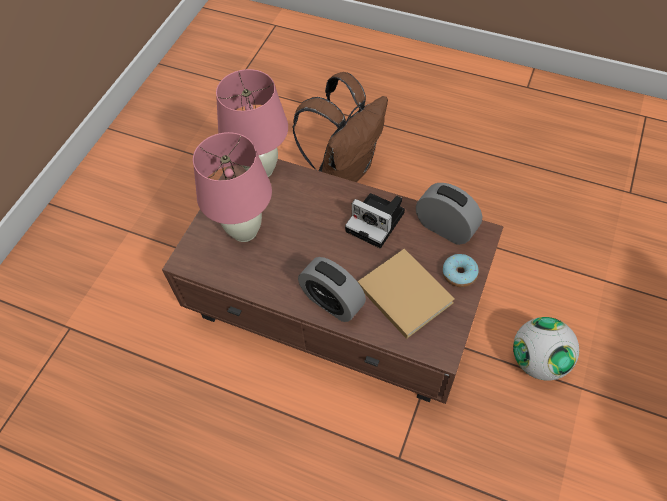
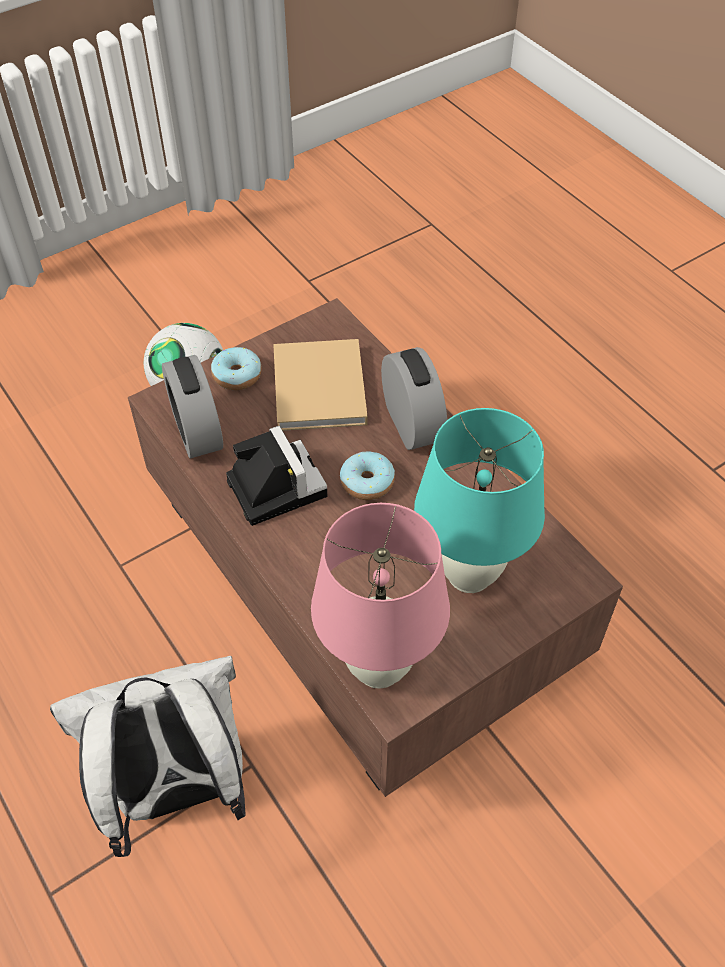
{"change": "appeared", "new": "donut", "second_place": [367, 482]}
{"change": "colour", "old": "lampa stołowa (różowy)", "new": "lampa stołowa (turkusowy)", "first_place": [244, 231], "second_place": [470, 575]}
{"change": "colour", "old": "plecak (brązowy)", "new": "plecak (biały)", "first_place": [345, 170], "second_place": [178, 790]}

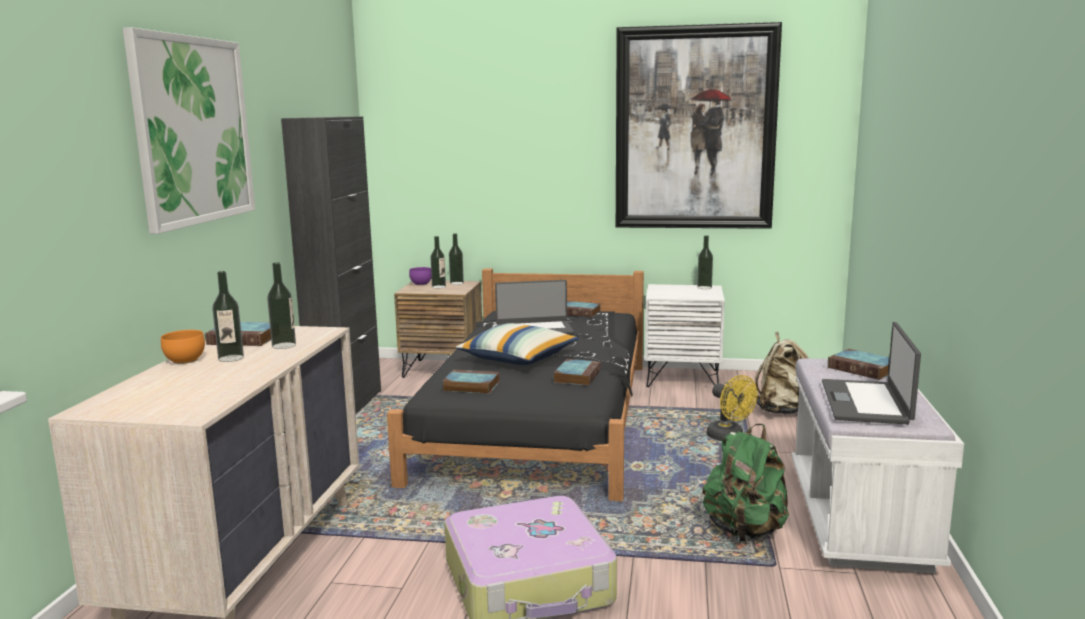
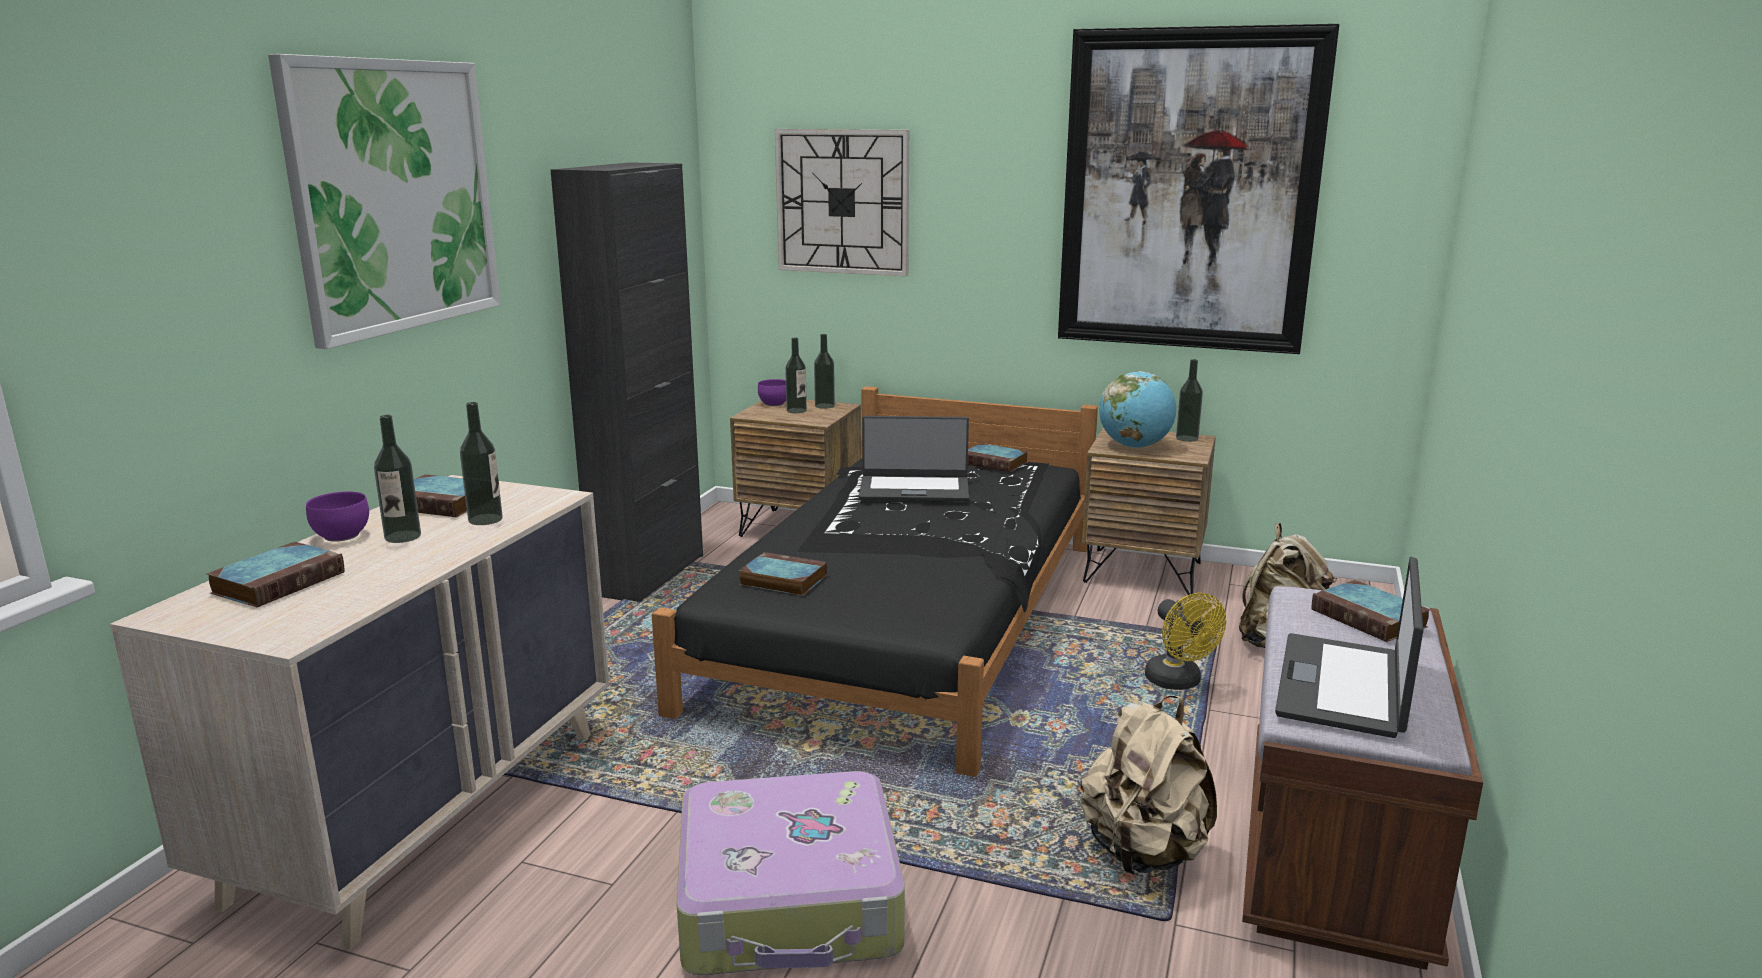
{"change": "missing", "old": "poduszka", "first_place": [518, 358]}
{"change": "appeared", "new": "zegar ścienny", "second_place": [842, 202]}
{"change": "appeared", "new": "globus", "second_place": [1135, 446]}
{"change": "relocated", "old": "książka", "first_place": [577, 376], "second_place": [280, 581]}
{"change": "colour", "old": "miska (pomarańczowy)", "new": "miska (fioletowy)", "first_place": [186, 361], "second_place": [343, 536]}
{"change": "colour", "old": "szafka nocna (biały)", "new": "szafka nocna (brązowy)", "first_place": [682, 378], "second_place": [1143, 572]}
{"change": "colour", "old": "plecak (zielony)", "new": "plecak (beżowy)", "first_place": [745, 531], "second_place": [1143, 853]}
{"change": "colour", "old": "ławka (biały)", "new": "ławka (brązowy)", "first_place": [859, 518], "second_place": [1334, 851]}

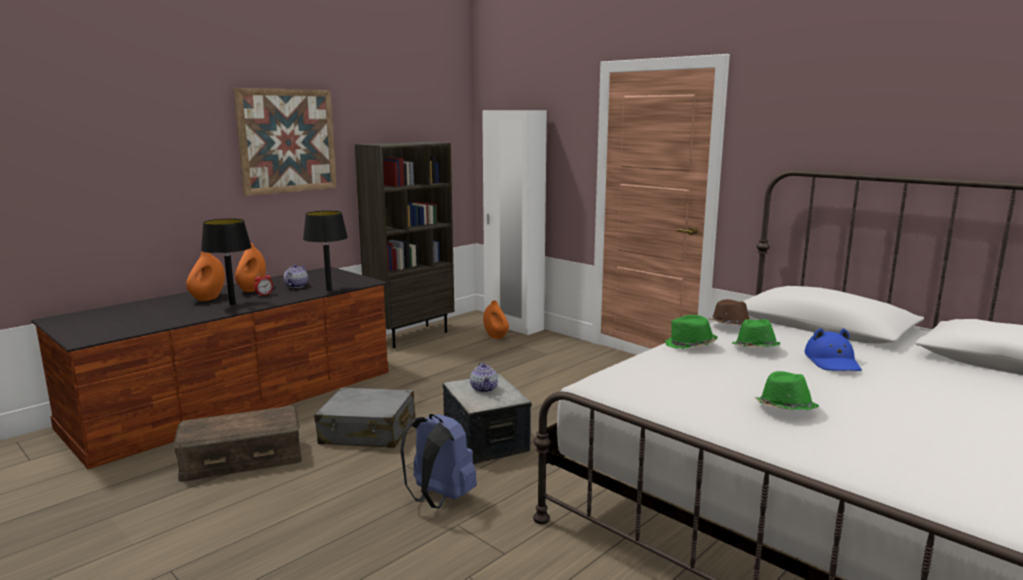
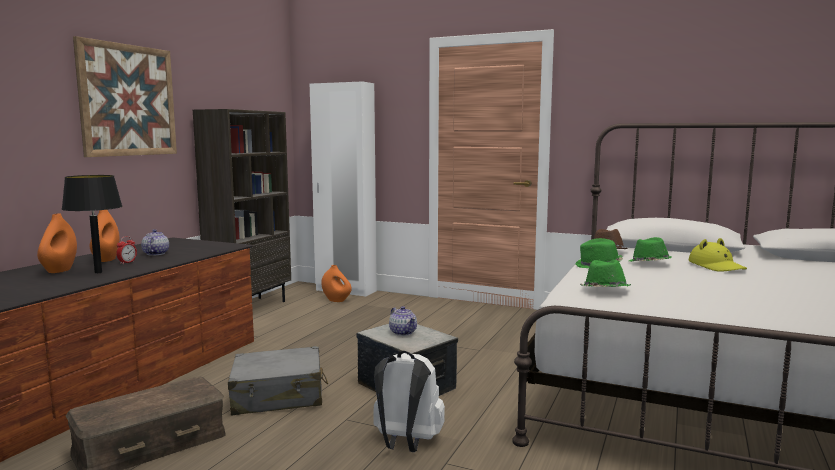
{"change": "missing", "old": "lampa stołowa (czarny)", "first_place": [329, 290]}
{"change": "relocated", "old": "kapelusz (zielony)", "first_place": [785, 409], "second_place": [604, 291]}
{"change": "colour", "old": "plecak (niebieski)", "new": "plecak (biały)", "first_place": [438, 498], "second_place": [406, 443]}
{"change": "colour", "old": "kapelusz (niebieski)", "new": "kapelusz (żółty)", "first_place": [832, 362], "second_place": [716, 266]}

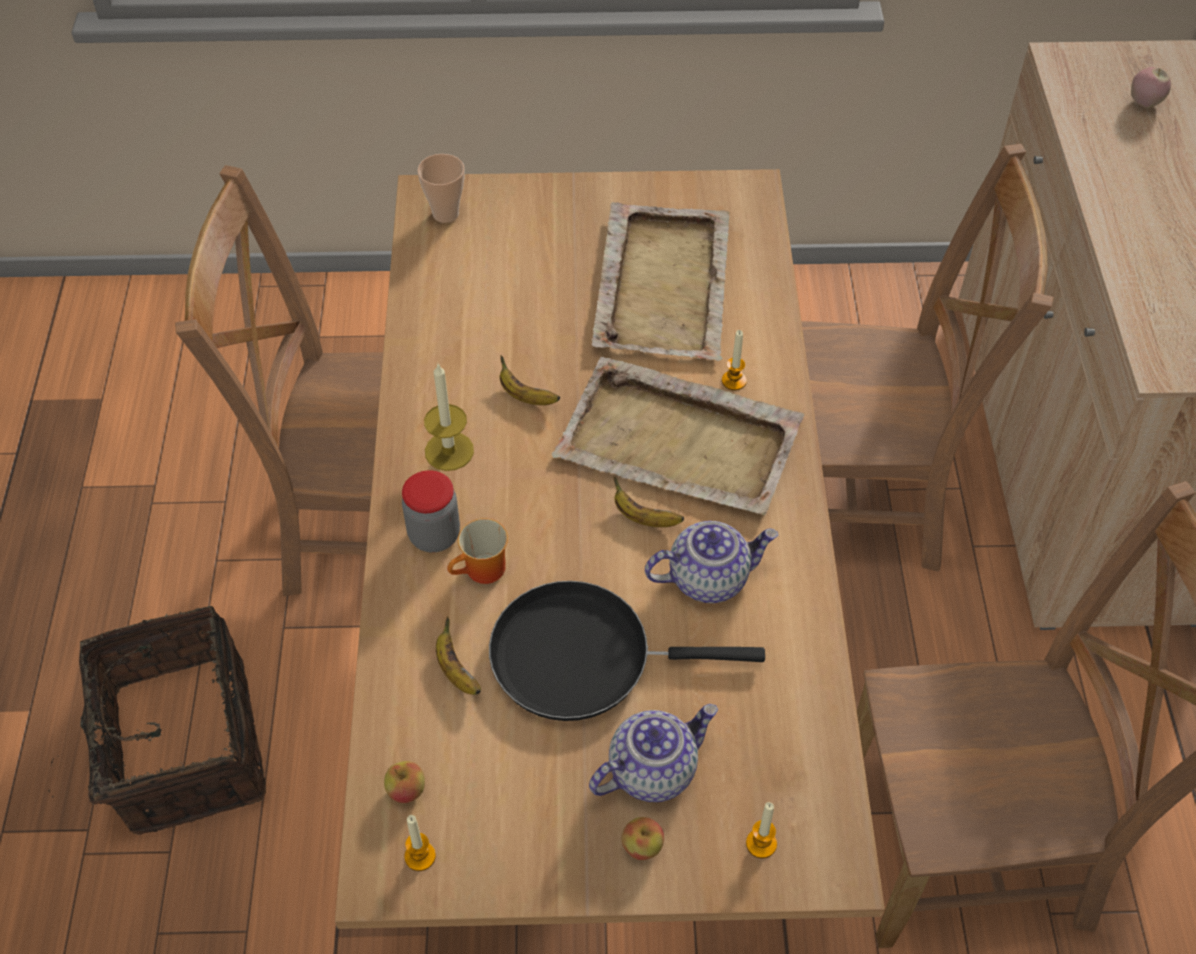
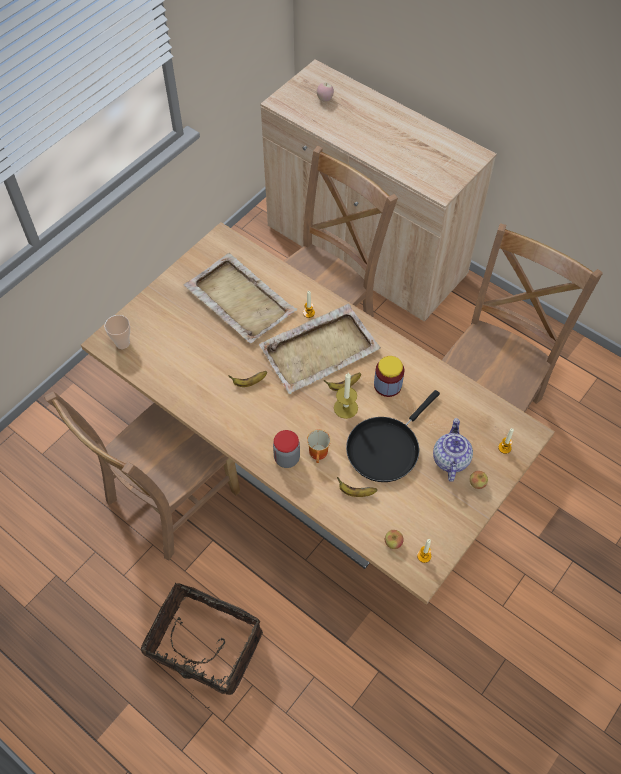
{"change": "relocated", "old": "świeca", "first_place": [449, 451], "second_place": [345, 408]}
{"change": "exchanged", "old": "imbryk", "new": "słoik", "first_place": [709, 577], "second_place": [387, 385]}

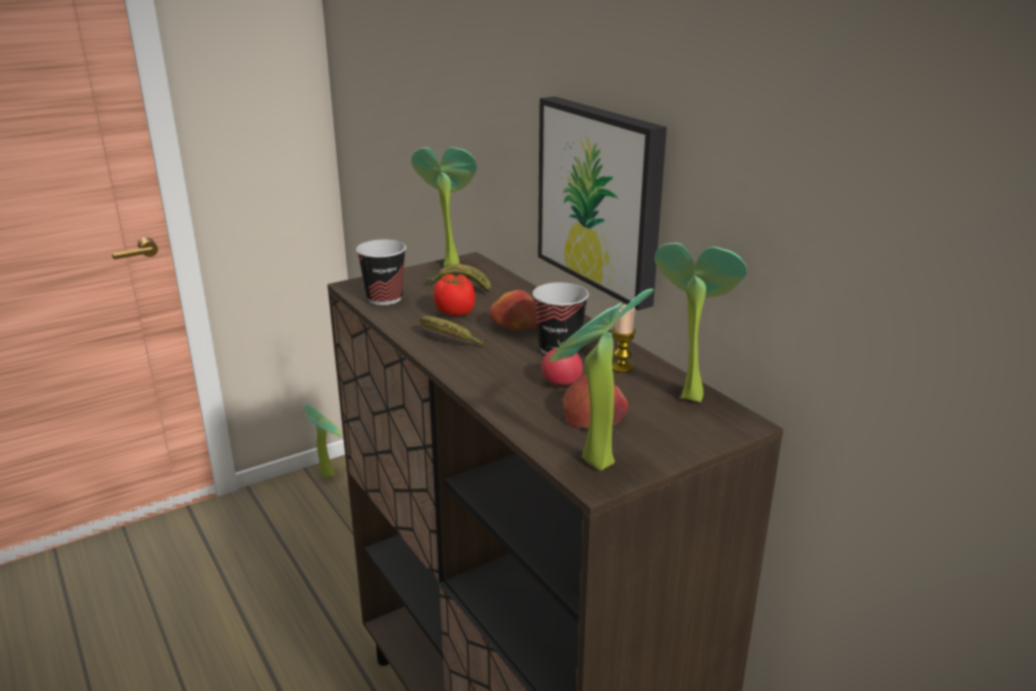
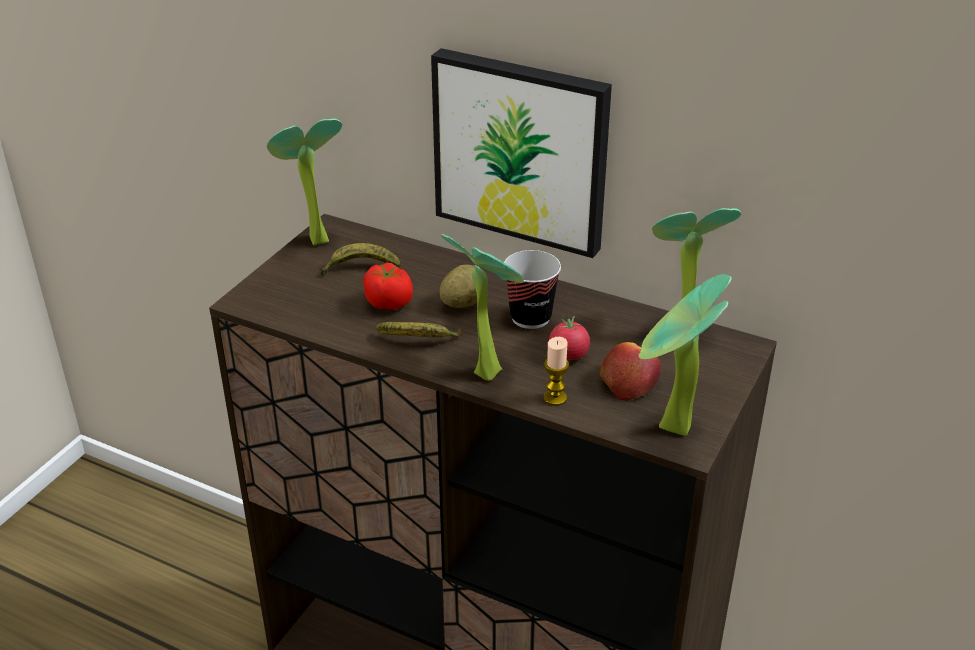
{"change": "missing", "old": "filiżanka", "first_place": [384, 298]}
{"change": "relocated", "old": "roślina doniczkowa", "first_place": [329, 473], "second_place": [487, 369]}
{"change": "relocated", "old": "świeca", "first_place": [622, 367], "second_place": [555, 398]}
{"change": "exchanged", "old": "jabłko", "new": "ziemniak", "first_place": [514, 326], "second_place": [463, 303]}

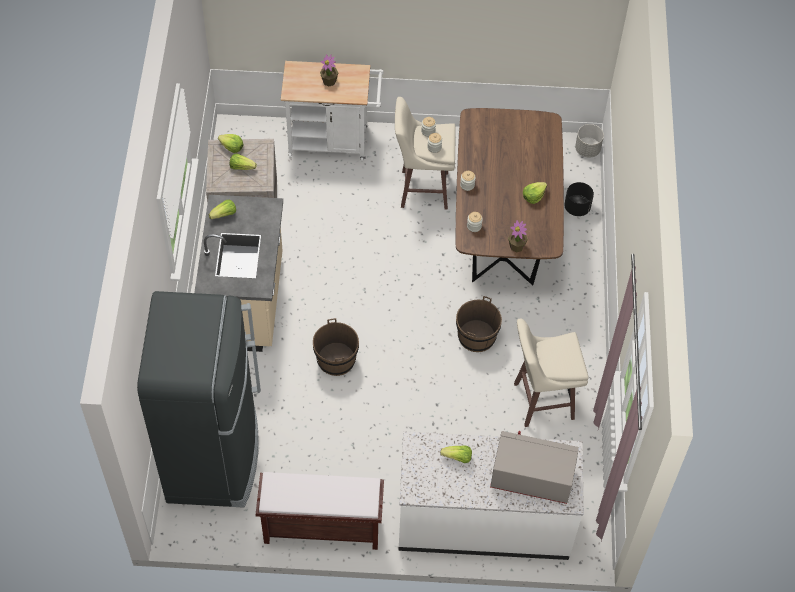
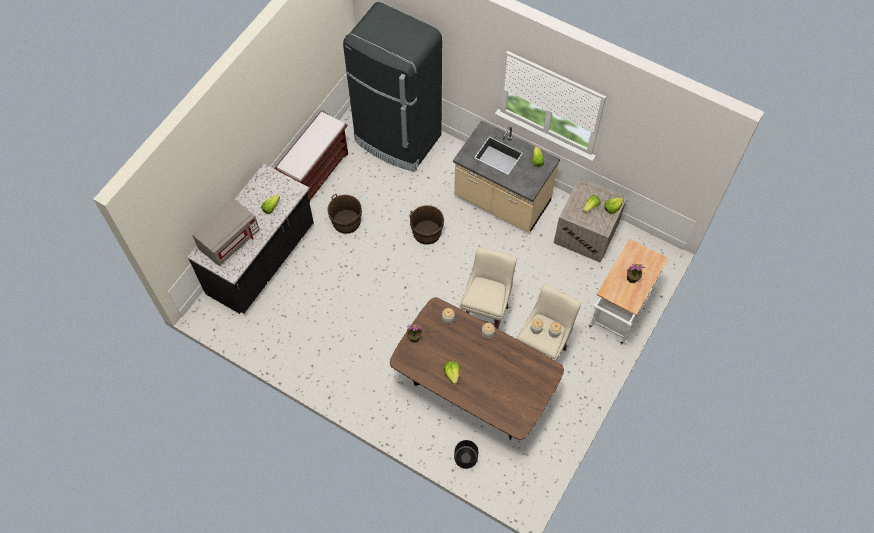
{"change": "missing", "old": "donica (szary)", "first_place": [587, 149]}
{"change": "relocated", "old": "wiadro (brązowy)", "first_place": [476, 336], "second_place": [346, 222]}
{"change": "relocated", "old": "stołek (beżowy)", "first_place": [541, 401], "second_place": [485, 317]}
{"change": "colour", "old": "zabudowa kuchenna (biały)", "new": "zabudowa kuchenna (czarny)", "first_place": [484, 521], "second_place": [262, 260]}

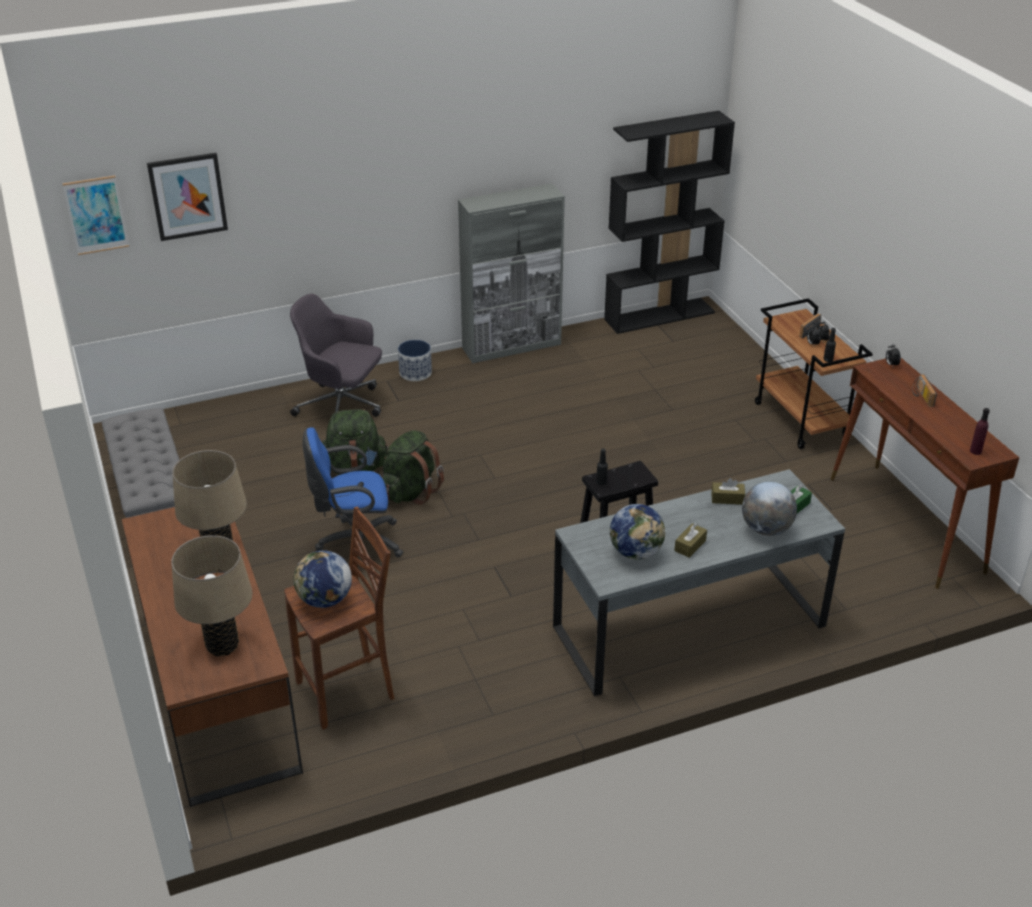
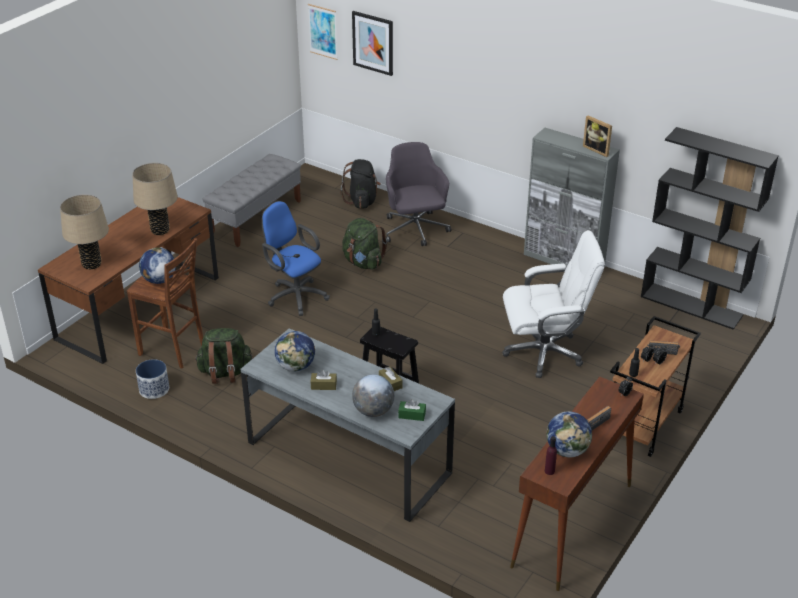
{"change": "appeared", "new": "plecak (czarny)", "second_place": [362, 201]}
{"change": "appeared", "new": "krzesło biurowe (biały)", "second_place": [544, 352]}
{"change": "appeared", "new": "globus", "second_place": [567, 450]}
{"change": "appeared", "new": "ramka na zdjęcie", "second_place": [597, 150]}
{"change": "relocated", "old": "plecak (zielony)", "first_place": [410, 491], "second_place": [225, 373]}
{"change": "relocated", "old": "donica", "first_place": [415, 373], "second_place": [154, 389]}

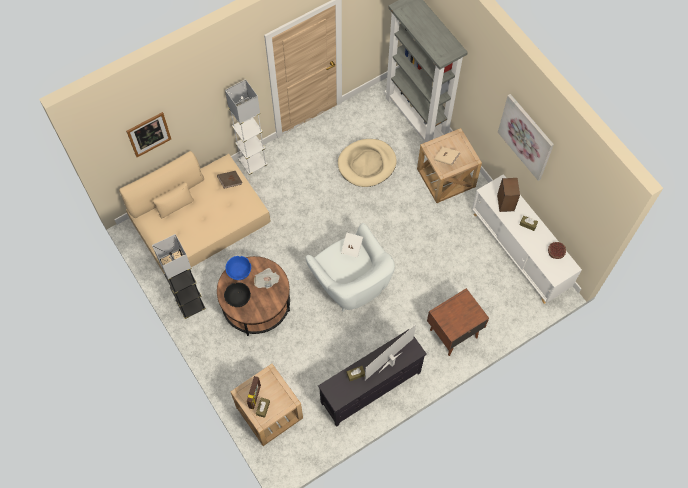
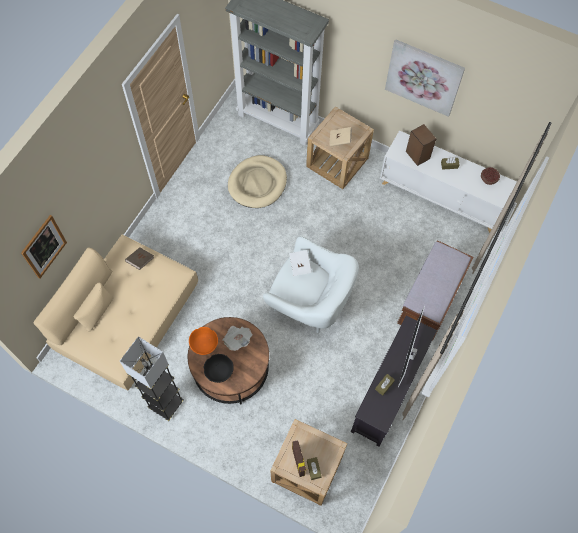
{"change": "missing", "old": "lampa stojąca (biały)", "first_place": [253, 163]}
{"change": "exchanged", "old": "szafka nocna (brązowy)", "new": "ławka (brązowy)", "first_place": [452, 333], "second_place": [430, 301]}
{"change": "colour", "old": "miska (niebieski)", "new": "miska (pomarańczowy)", "first_place": [239, 272], "second_place": [204, 345]}

